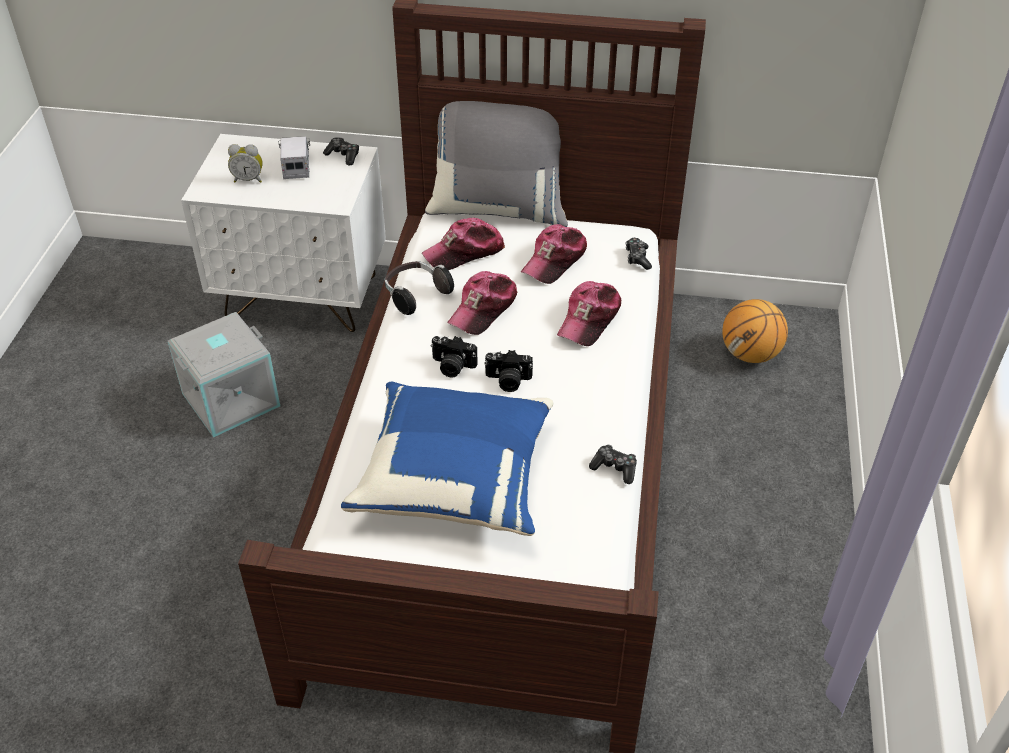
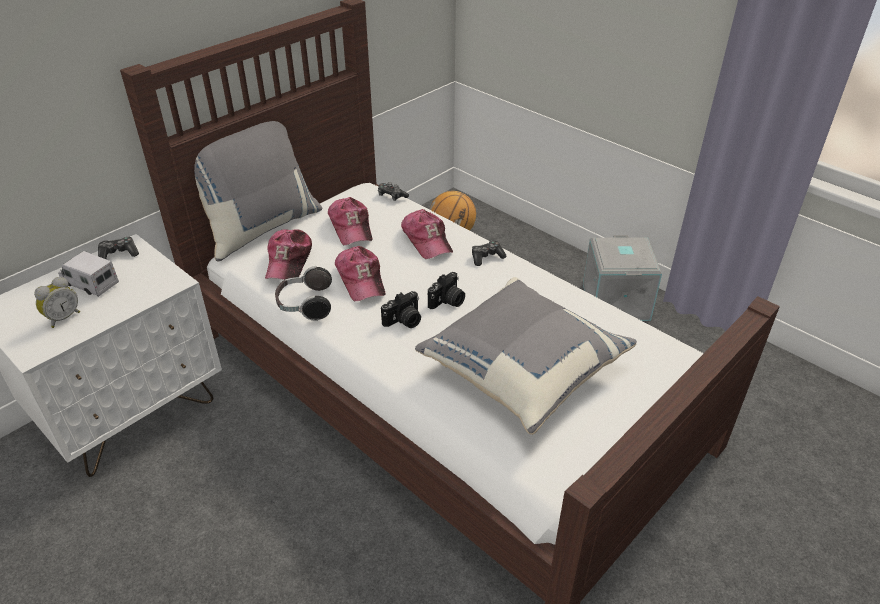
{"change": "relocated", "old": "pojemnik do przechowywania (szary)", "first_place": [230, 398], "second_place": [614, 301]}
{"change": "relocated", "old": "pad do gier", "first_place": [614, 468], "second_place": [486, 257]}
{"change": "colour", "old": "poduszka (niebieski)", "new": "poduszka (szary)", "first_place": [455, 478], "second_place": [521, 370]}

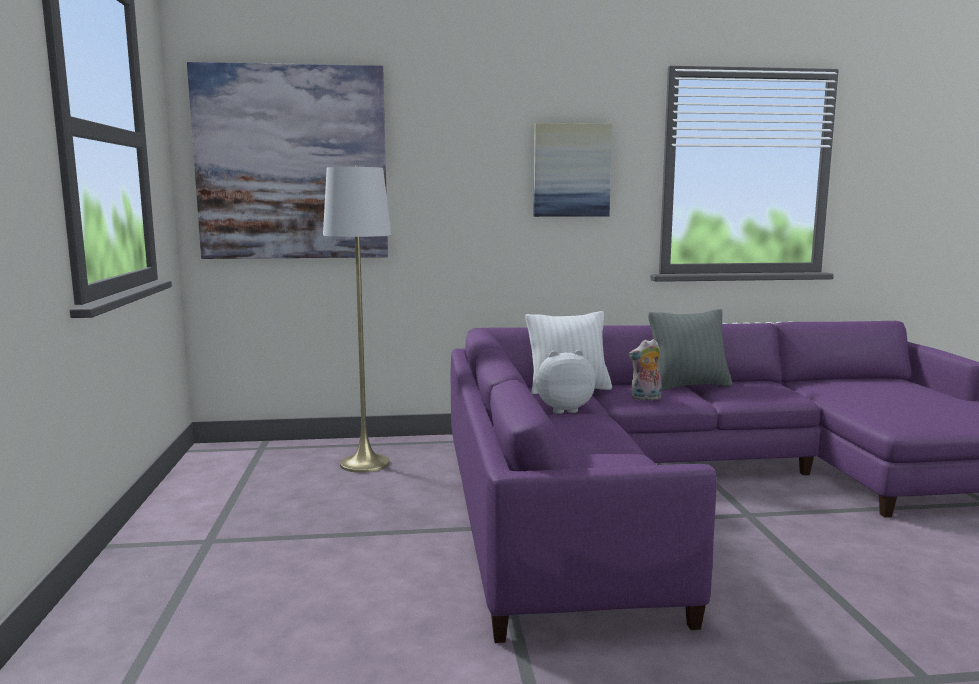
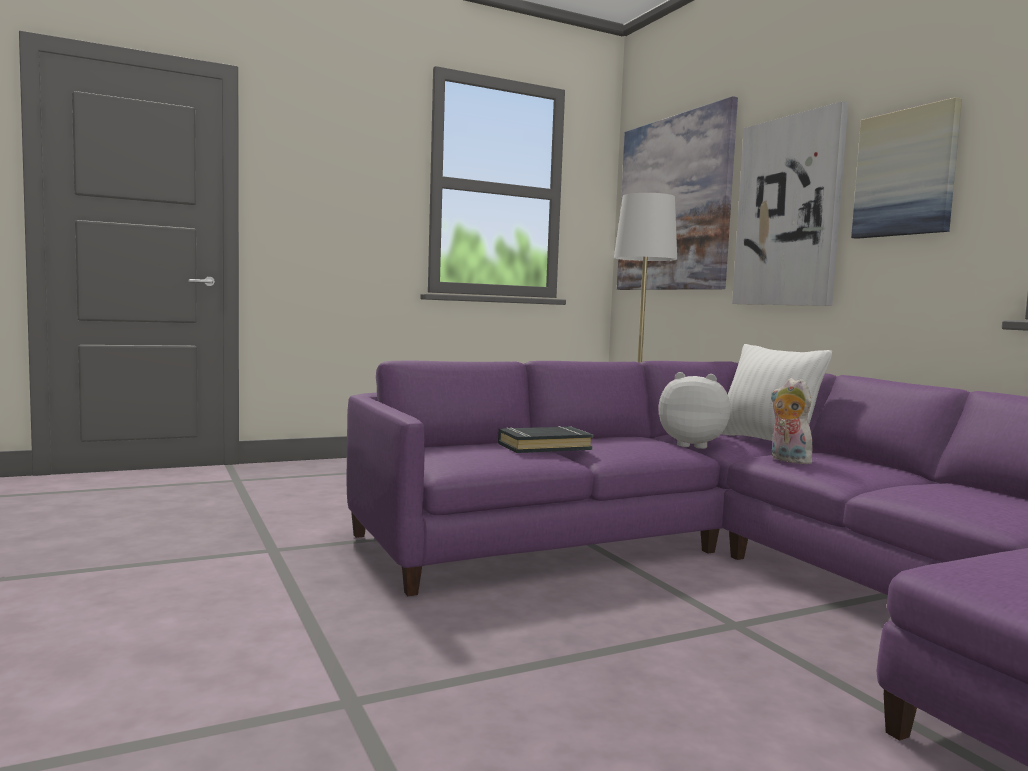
{"change": "missing", "old": "poduszka (szary)", "first_place": [689, 386]}
{"change": "appeared", "new": "książka (czarny)", "second_place": [544, 446]}
{"change": "appeared", "new": "obraz", "second_place": [788, 212]}
{"change": "spun", "old": "pluszak", "first_place": [563, 409], "second_place": [692, 445], "degrees": -45}

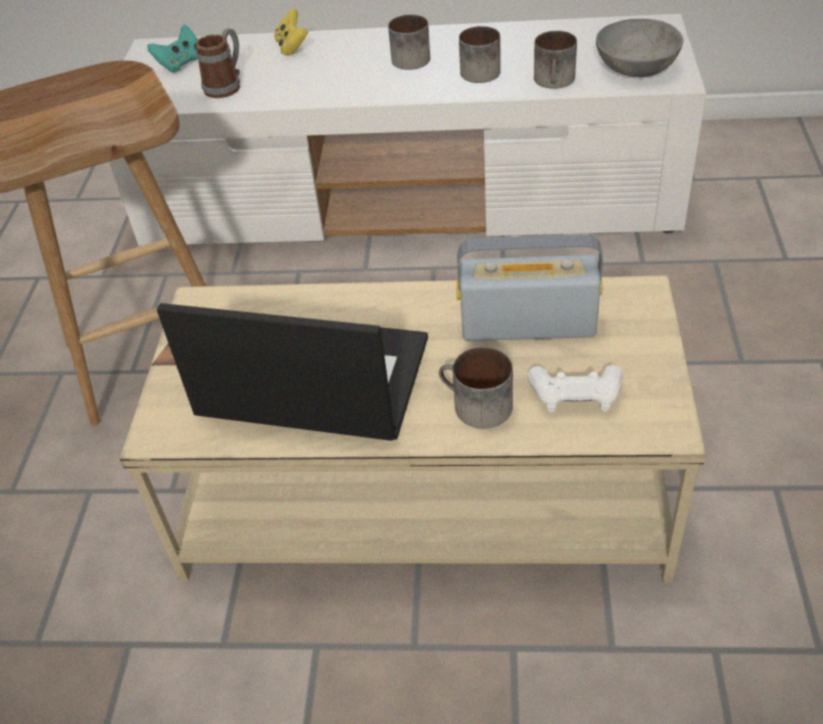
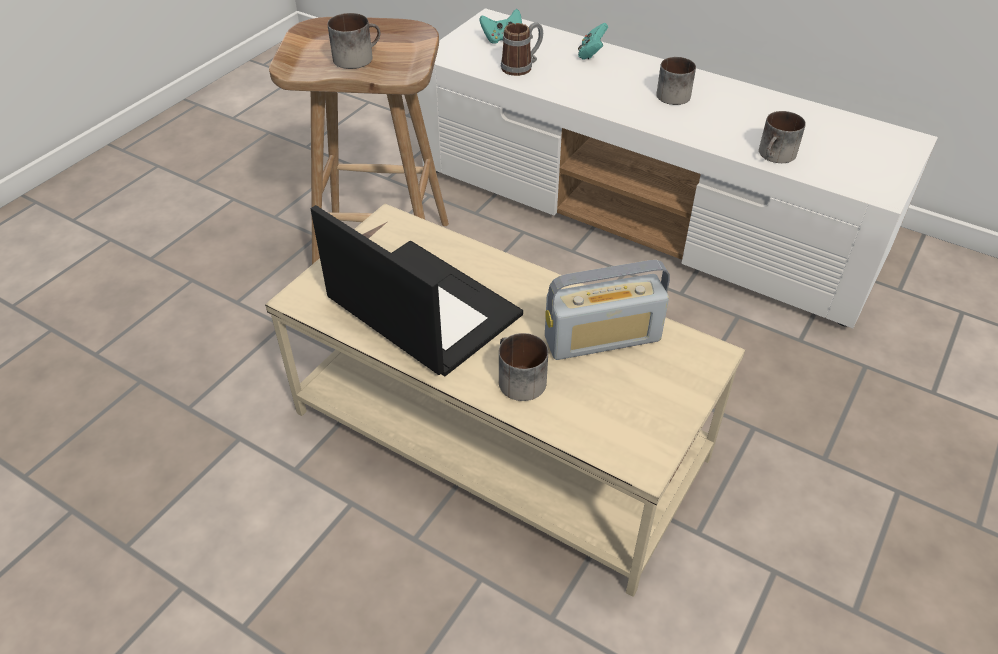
{"change": "missing", "old": "pad do gier (biały)", "first_place": [575, 396]}
{"change": "missing", "old": "miska (szary)", "first_place": [636, 67]}
{"change": "relocated", "old": "kubek", "first_place": [481, 70], "second_place": [357, 57]}
{"change": "colour", "old": "pad do gier (żółty)", "new": "pad do gier (turkusowy)", "first_place": [292, 47], "second_place": [591, 54]}
{"change": "spun", "old": "radio", "first_place": [527, 325], "second_place": [602, 339], "degrees": 135}

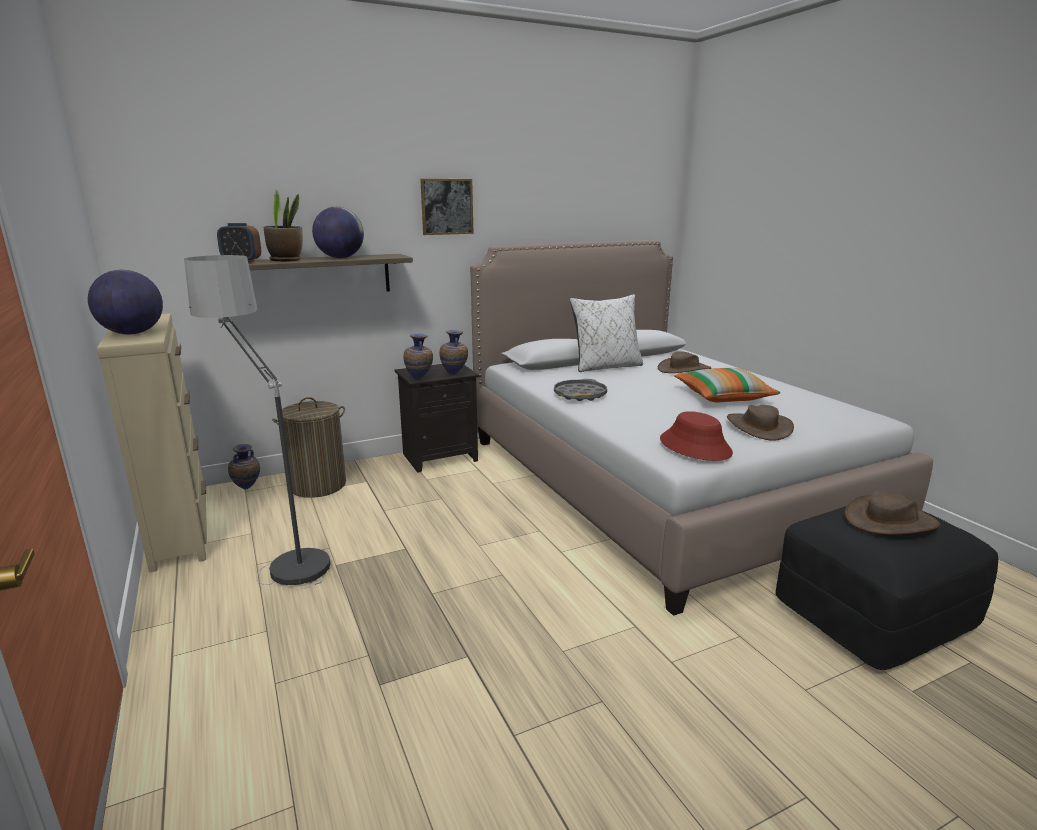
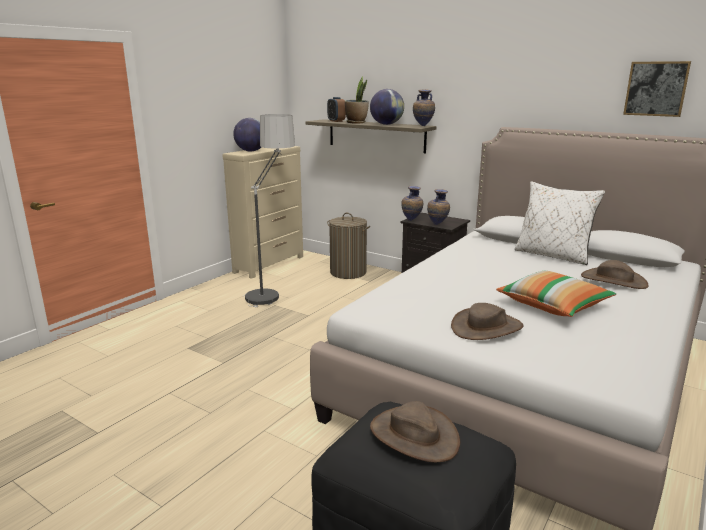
{"change": "missing", "old": "taca (szary)", "first_place": [580, 395]}
{"change": "missing", "old": "kapelusz (czerwony)", "first_place": [695, 446]}
{"change": "relocated", "old": "wazon", "first_place": [247, 489], "second_place": [422, 126]}
{"change": "relocated", "old": "obraz", "first_place": [447, 206], "second_place": [656, 89]}

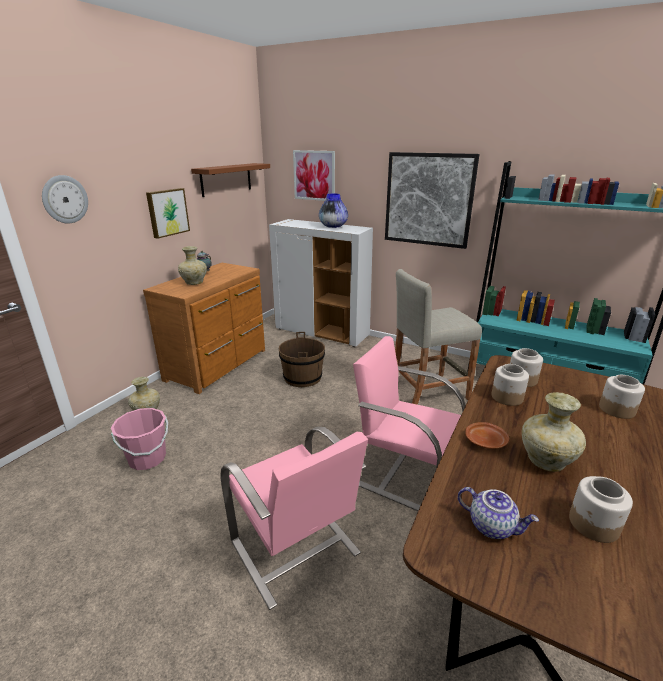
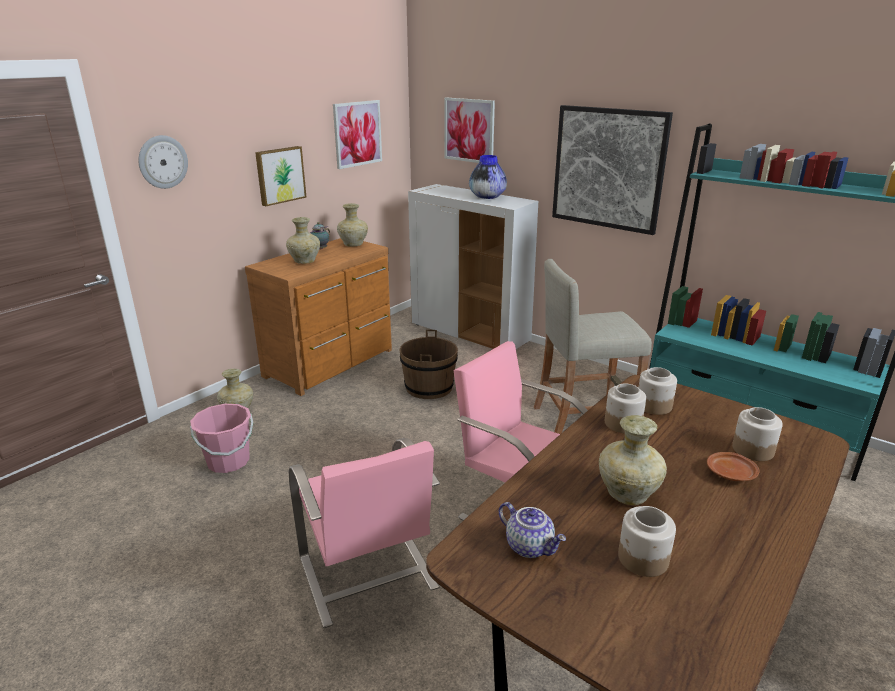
{"change": "appeared", "new": "wazon (beżowy)", "second_place": [353, 244]}
{"change": "relocated", "old": "talerz (brązowy)", "first_place": [486, 441], "second_place": [731, 473]}
{"change": "exchanged", "old": "półka (brązowy)", "new": "obraz", "first_place": [226, 179], "second_place": [357, 134]}

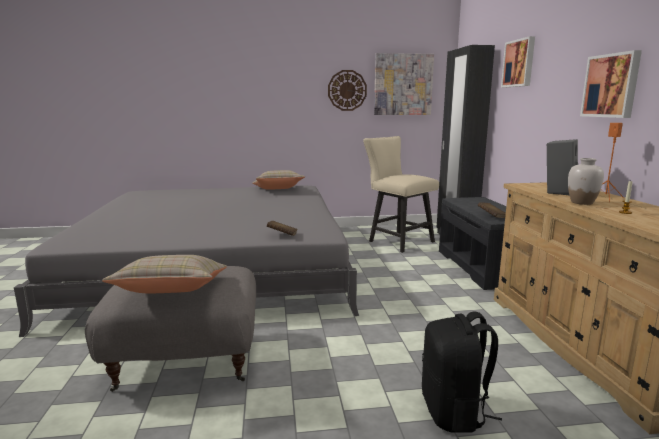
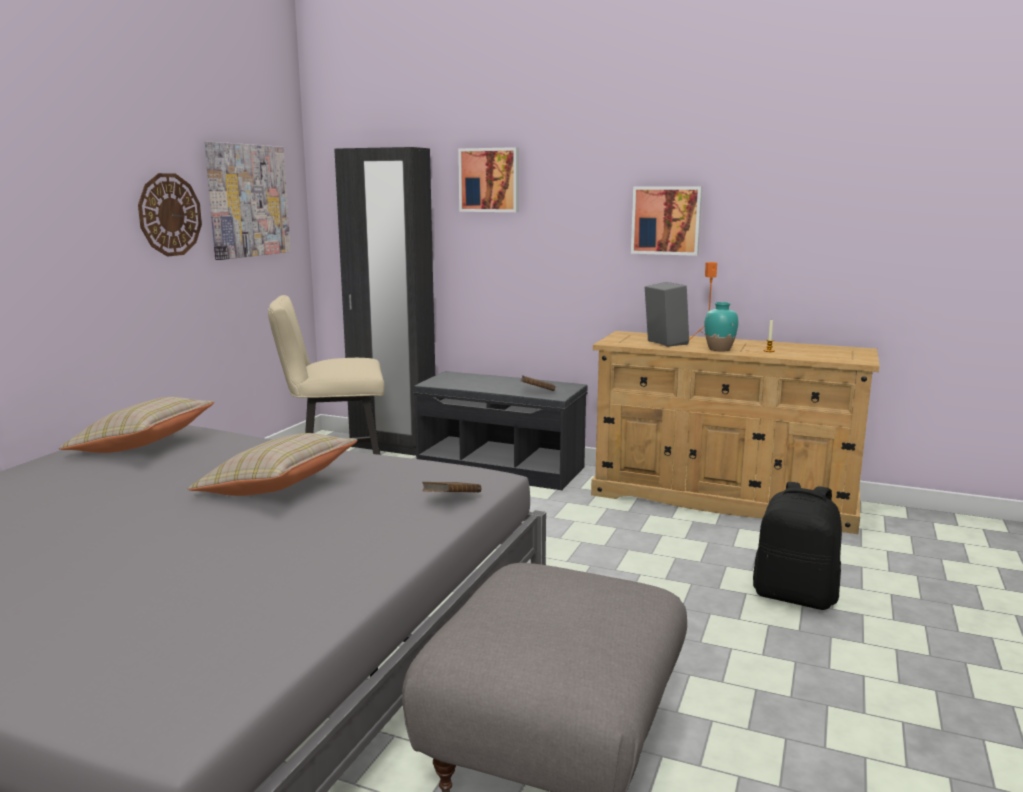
{"change": "relocated", "old": "poduszka (beżowy)", "first_place": [173, 292], "second_place": [277, 488]}
{"change": "colour", "old": "wazon (biały)", "new": "wazon (turkusowy)", "first_place": [581, 202], "second_place": [719, 349]}

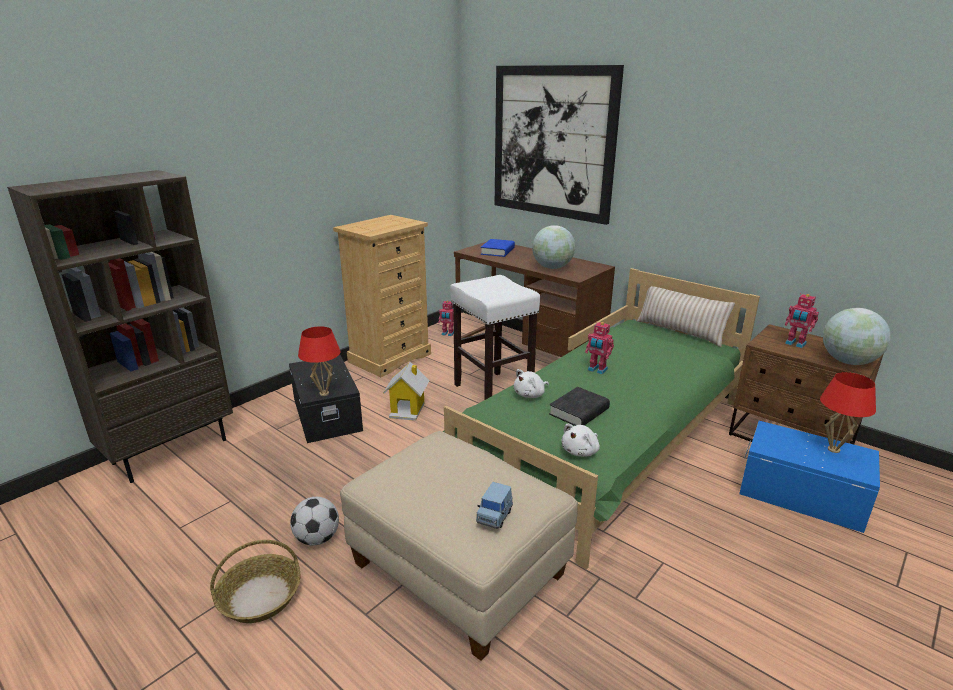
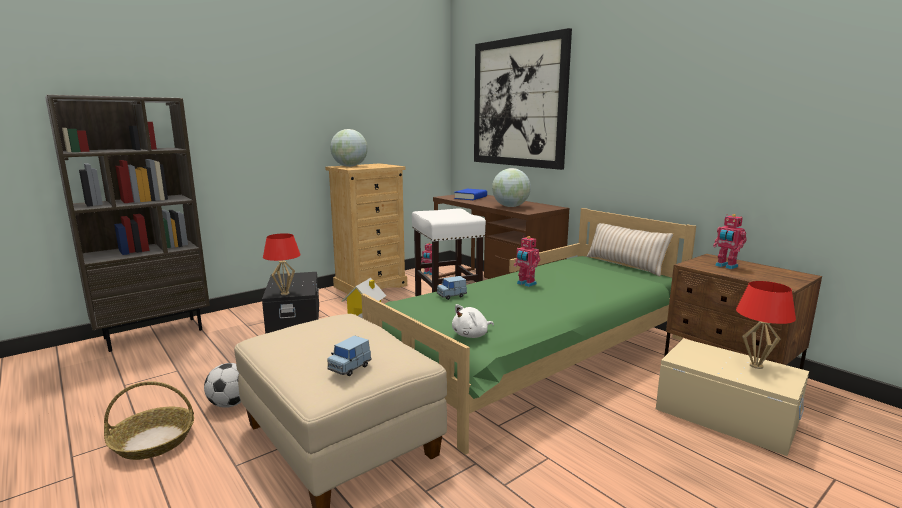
{"change": "missing", "old": "książka (czarny)", "first_place": [579, 412]}
{"change": "relocated", "old": "globus", "first_place": [848, 362], "second_place": [350, 166]}
{"change": "exchanged", "old": "pluszak (biały)", "new": "samochodzik (niebieski)", "first_place": [530, 395], "second_place": [451, 296]}
{"change": "colour", "old": "pojemnik do przechowywania (niebieski)", "new": "pojemnik do przechowywania (beżowy)", "first_place": [801, 493], "second_place": [725, 414]}

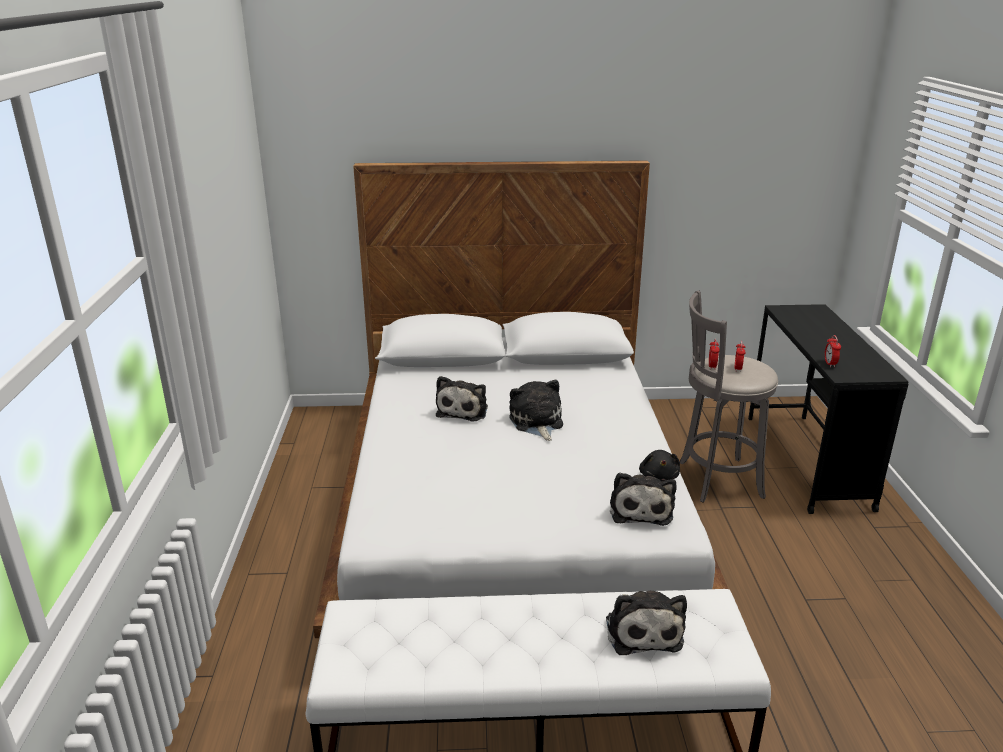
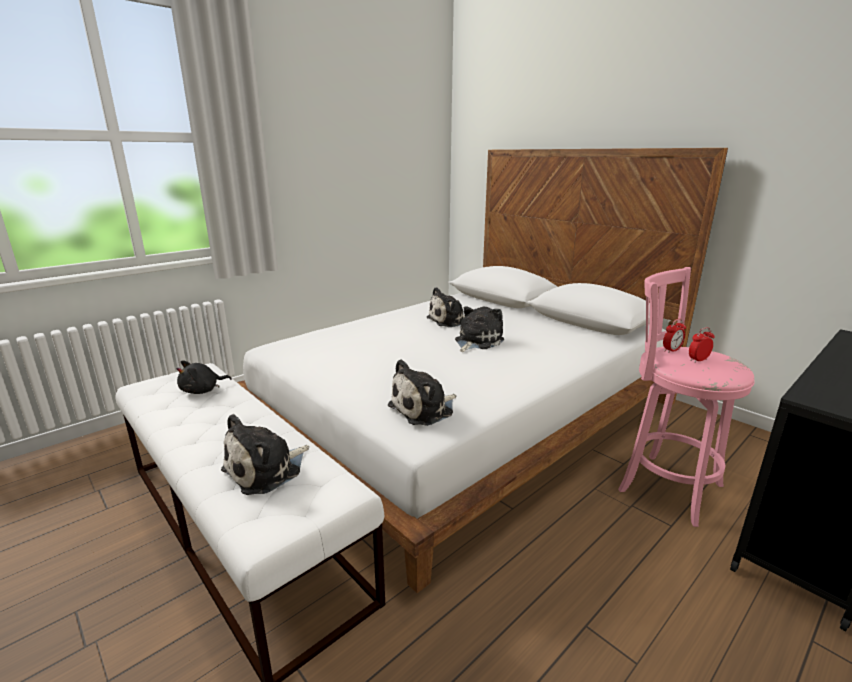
{"change": "missing", "old": "budzik", "first_place": [830, 364]}
{"change": "relocated", "old": "pluszak (czarny)", "first_place": [658, 477], "second_place": [202, 390]}
{"change": "colour", "old": "stołek (szary)", "new": "stołek (różowy)", "first_place": [715, 480], "second_place": [664, 485]}

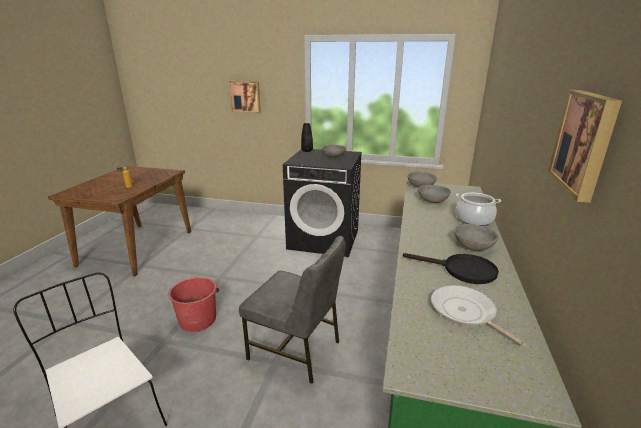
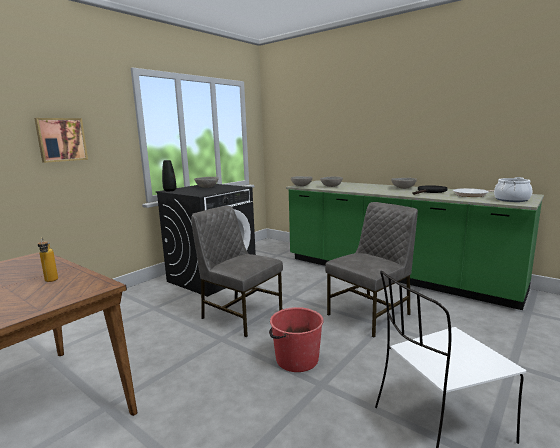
{"change": "missing", "old": "obraz", "first_place": [585, 142]}
{"change": "appeared", "new": "krzesło (szary)", "second_place": [240, 315]}
{"change": "relocated", "old": "garnek", "first_place": [474, 220], "second_place": [511, 200]}

